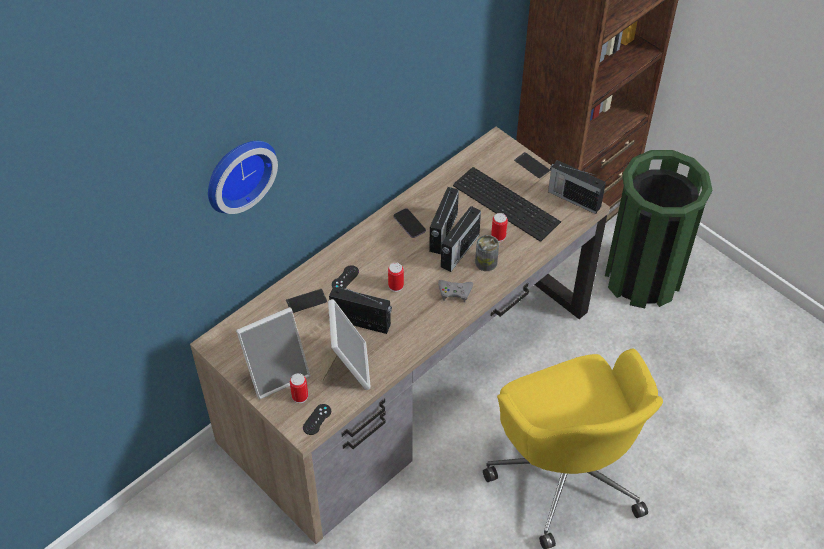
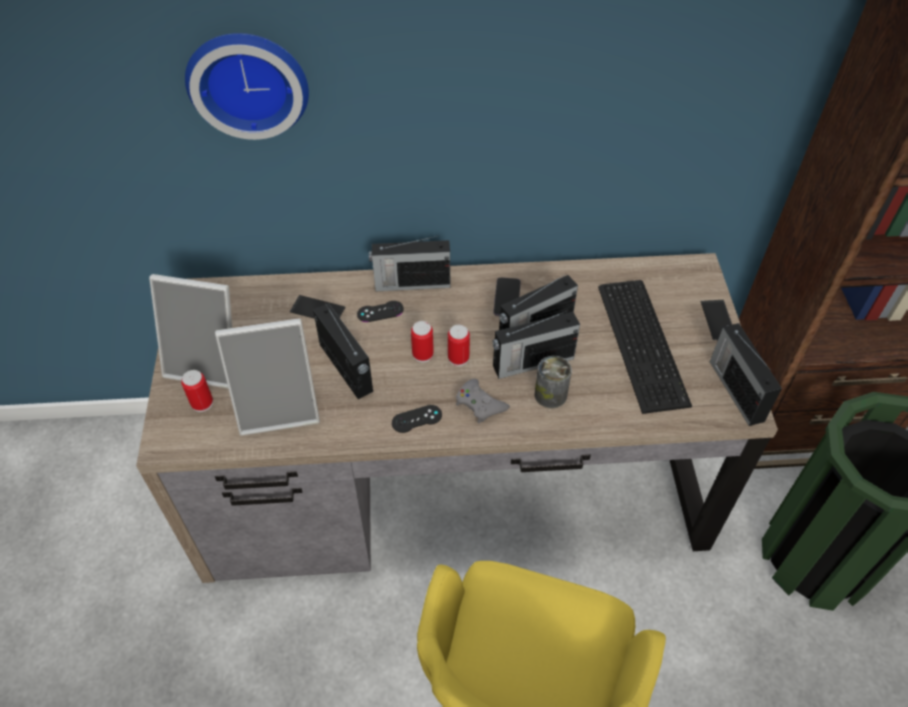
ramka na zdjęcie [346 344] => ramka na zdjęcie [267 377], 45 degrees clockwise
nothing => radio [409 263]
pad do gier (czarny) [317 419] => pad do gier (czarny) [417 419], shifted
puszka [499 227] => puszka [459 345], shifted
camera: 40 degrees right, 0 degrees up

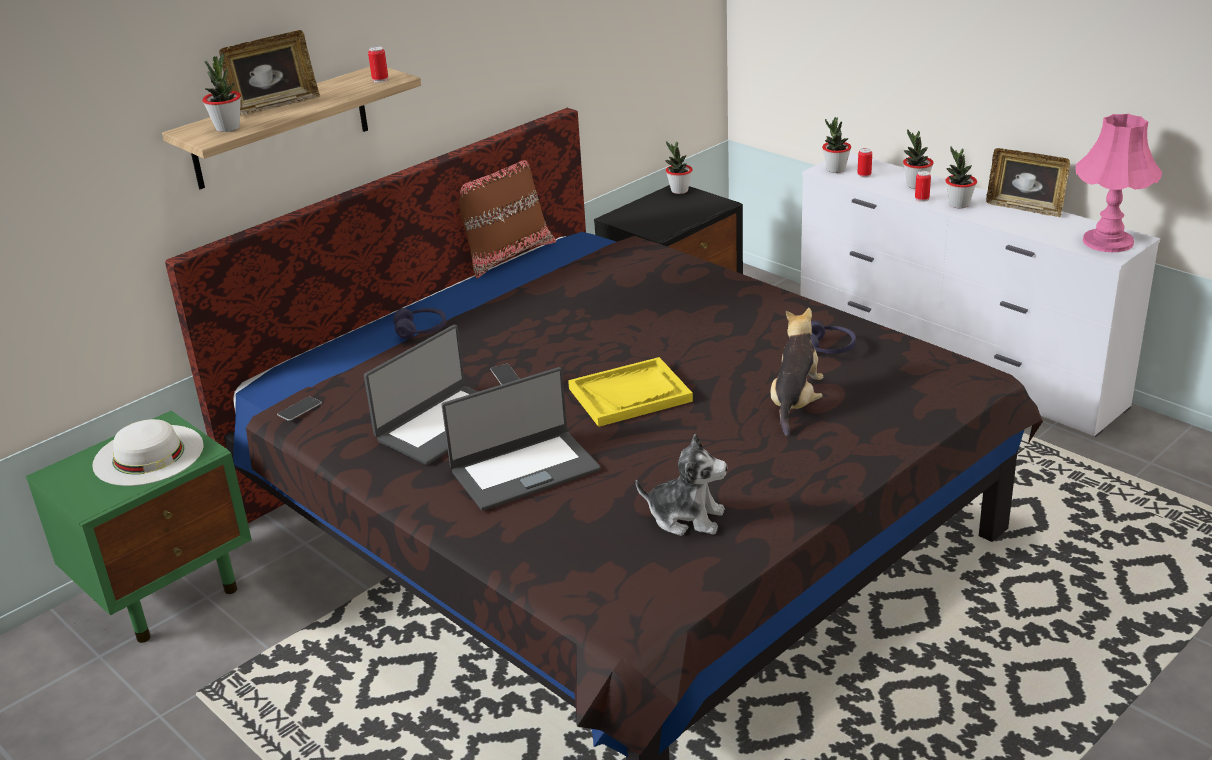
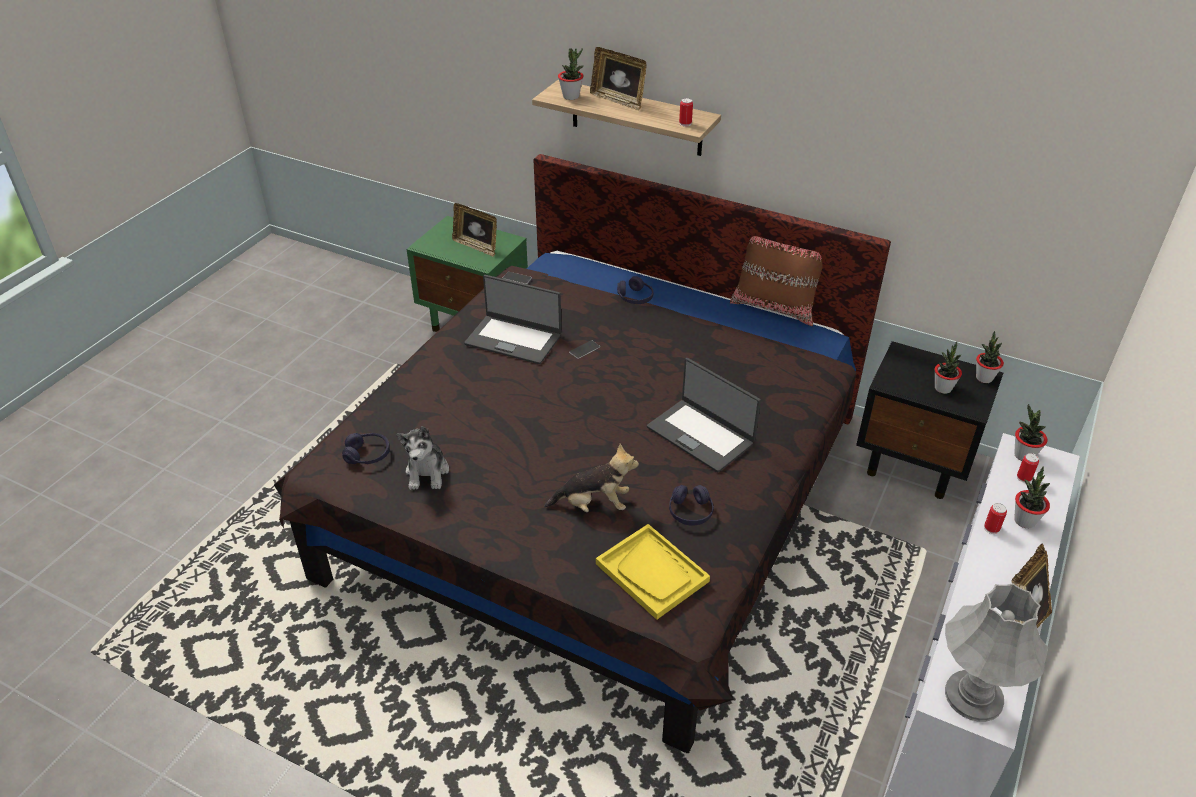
nothing => słuchawki (fioletowy) [366 448]
kapelusz (biały) [148 452] => ramka na zdjęcie [474 230]
taca (żółty) [630 392] => taca (żółty) [653 572], shifted
laptop [521 439] => laptop [704 415], shifted
roślina doniczkowa [961 178] => roślina doniczkowa [948 368], shifted
lampa stołowa (różowy) [1119 183] => lampa stołowa (szary) [996 652]
camera: 70 degrees right, 10 degrees up

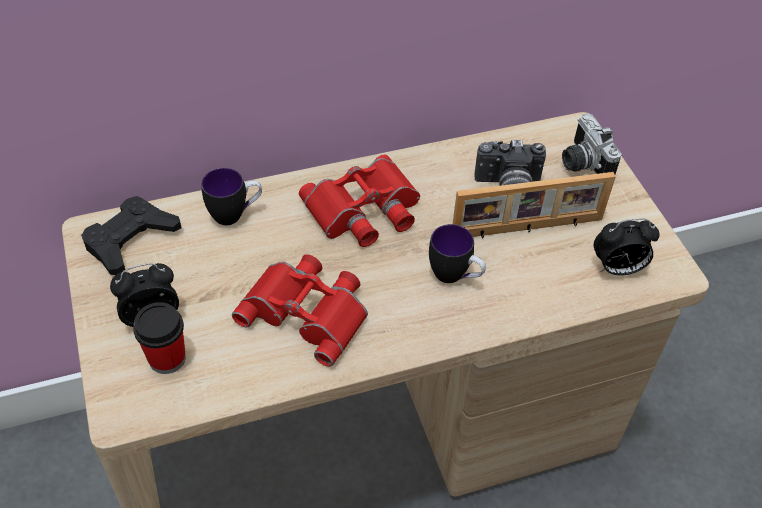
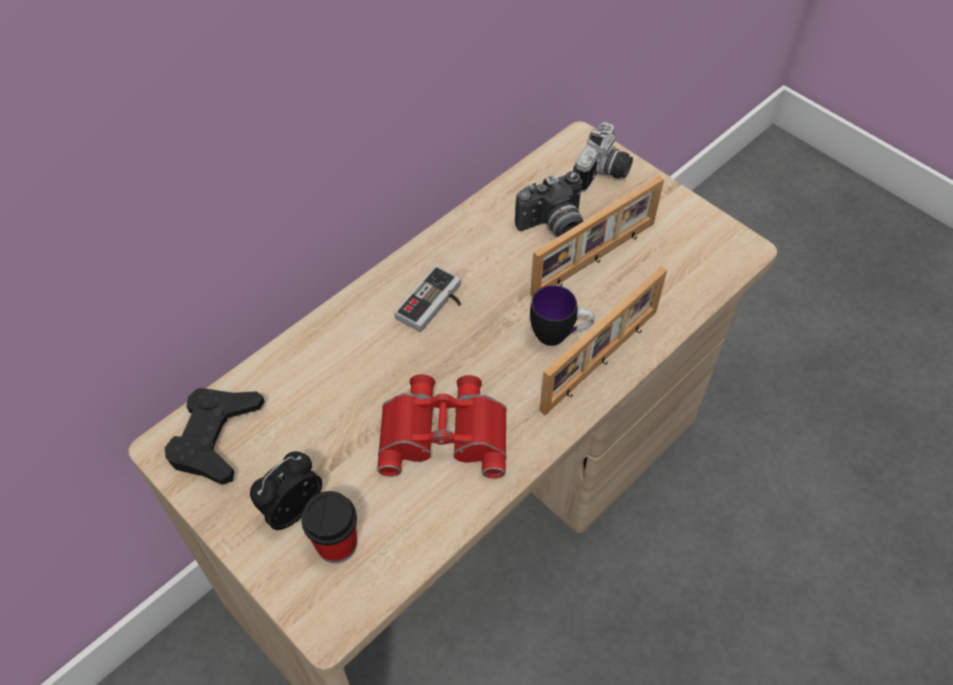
lornetka (czerwony) [359 201] => pad do gier [427 298]
nothing => ramka na zdjęcie [603 340]
aparat fotograficzny [592 144] => aparat fotograficzny [603 157], 105 degrees counterclockwise
kubek [231 196] => nothing
budzik [627 247] => nothing
camera: 25 degrees left, 5 degrees up

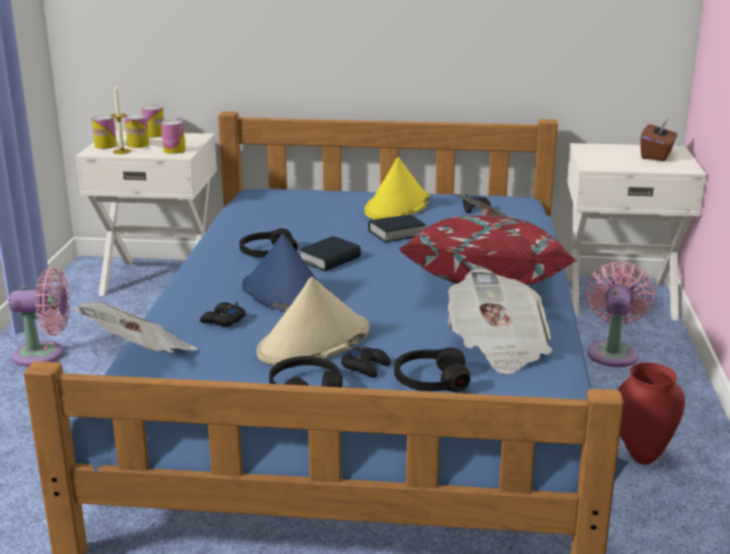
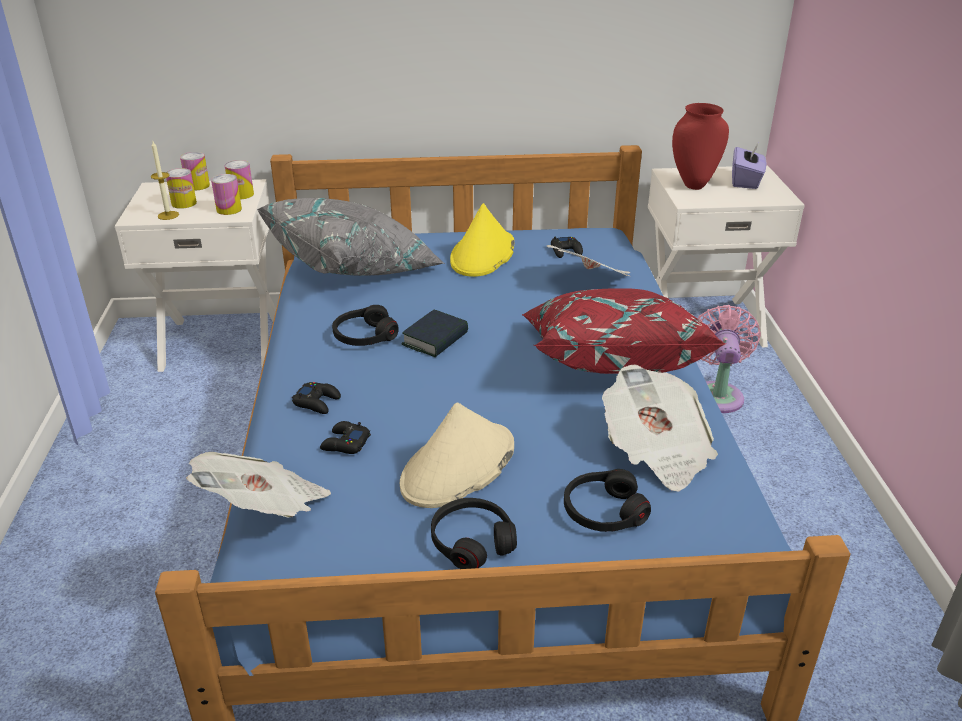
puszka [104 132] => puszka [239 179], shifted
nothing => poduszka (szary) [351 237]
pad do gier (czarny) [366 362] => pad do gier (czarny) [316 398], shifted
wazon (czerwony) [651 413] => wazon (czerwony) [700 146], shifted
pudełko chusteczek (brązowy) [659 139] => pudełko chusteczek (fioletowy) [749 166]
wentylator (różowy) [39 317] => nothing
kapelusz (niebieski) [284 273] => nothing
książka [397 228] => nothing
camera: 10 degrees left, 10 degrees up

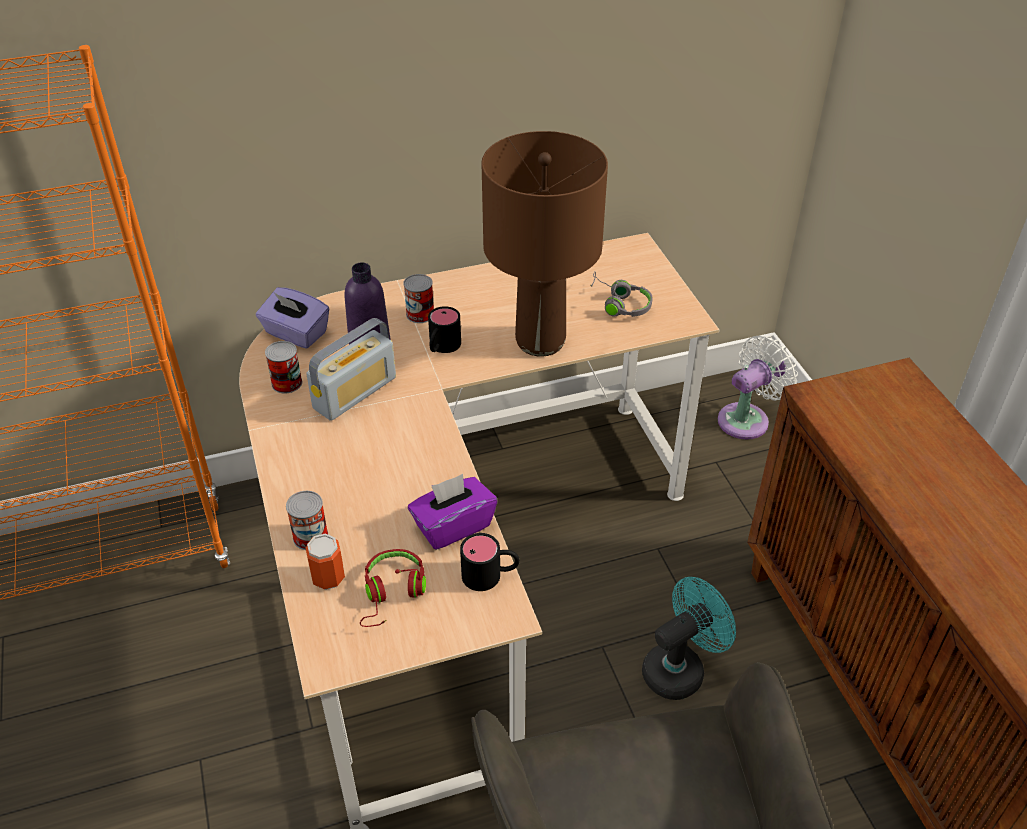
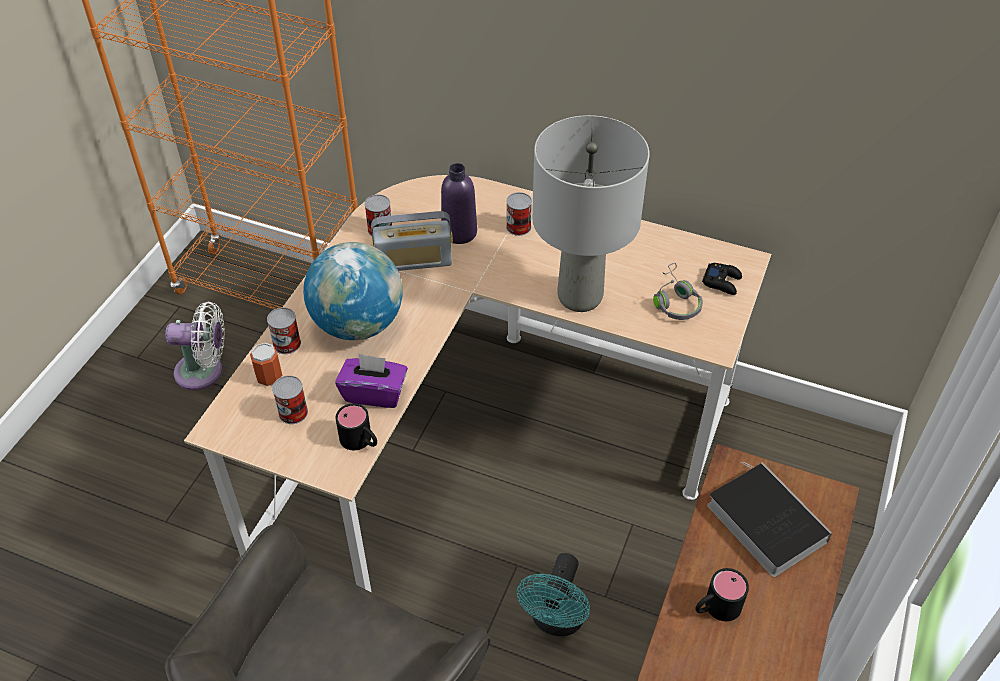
wentylator (biały) [758 387] => wentylator (biały) [195 346], shifted
słuchawki (czerwony) [393 588] => puszka [290 399]
nothing => globus [353 291]
wentylator (turkusowy) [689 638] => wentylator (turkusowy) [553 594], 105 degrees clockwise
lampa stołowa (brązowy) [544 244] => lampa stołowa (szary) [591 213]
kubek (czarny) [444 329] => kubek (czarny) [722 594], shifted
nothing => pad do gier (czarny) [722 279]
nothing => książka [769 519]
pudełko chusteczek (fioletowy) [292 318] => nothing
camera: 40 degrees right, 5 degrees up

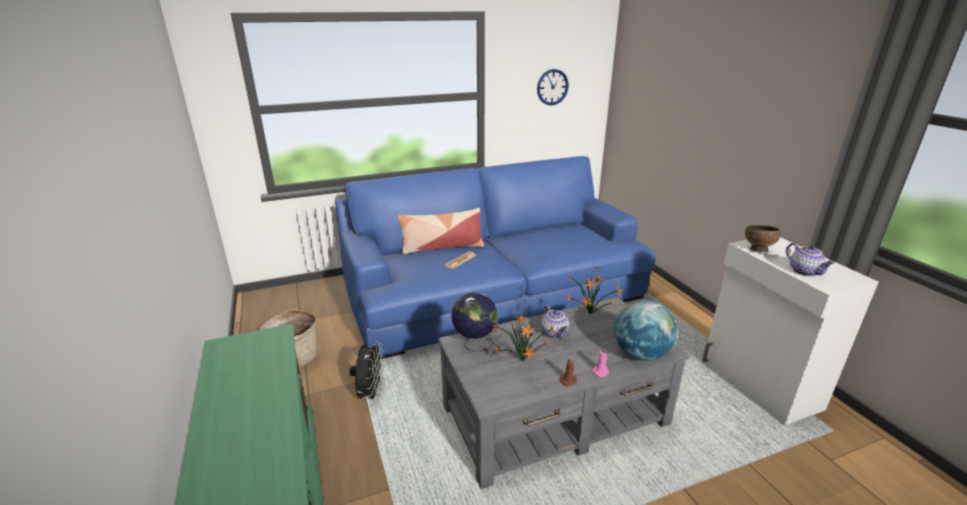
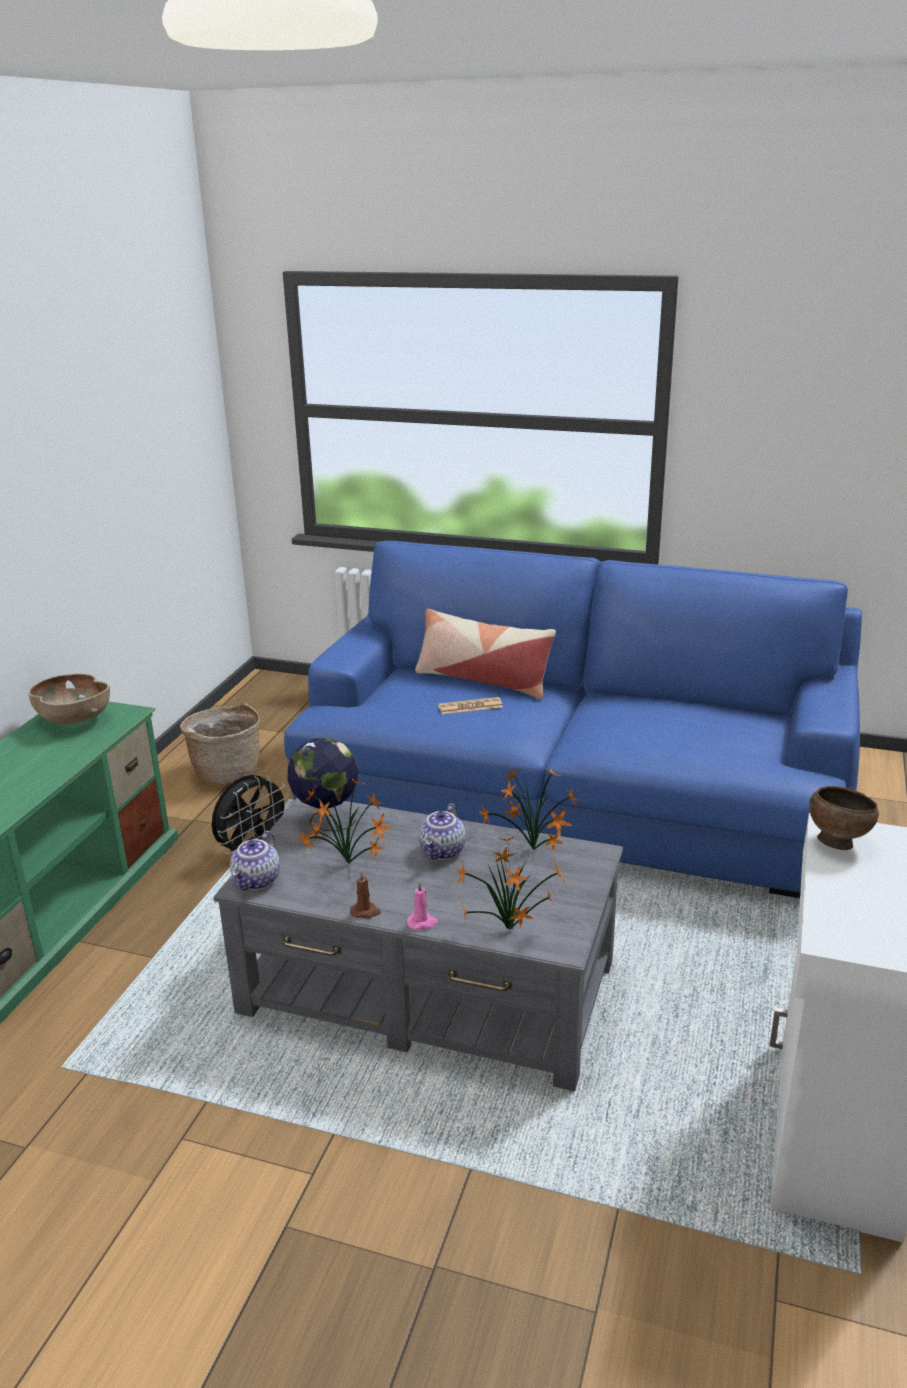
nothing => miska (brązowy) [69 699]
imbryk [810 259] => imbryk [255 860], shifted
globus [645 330] => roślina doniczkowa [512 883]
zegar ścienny [553 87] => nothing
camera: 40 degrees right, 0 degrees up

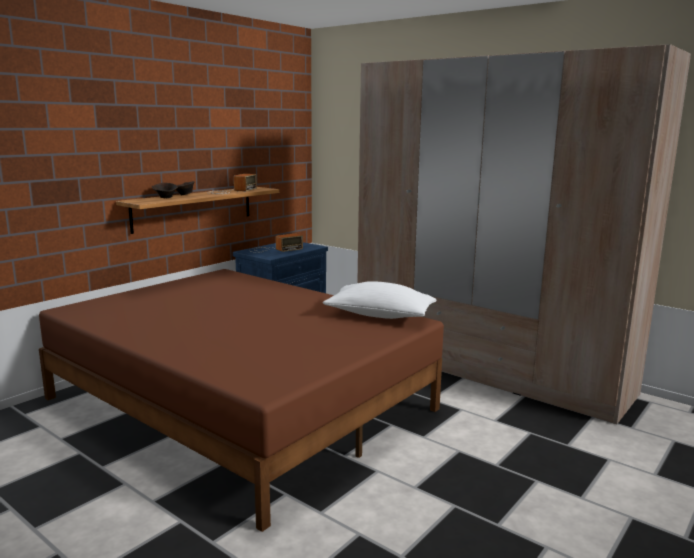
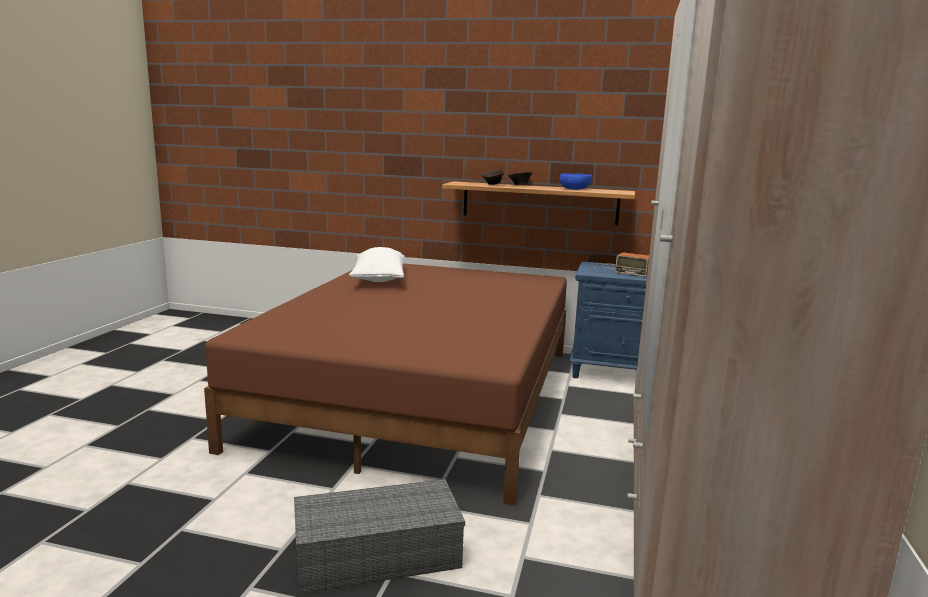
nothing => pojemnik do przechowywania (szary) [379 536]
poduszka (biały) [380 300] => poduszka (biały) [377 264], shifted
radio [232 184] => miska (niebieski) [575 181]
camera: 65 degrees right, 0 degrees up

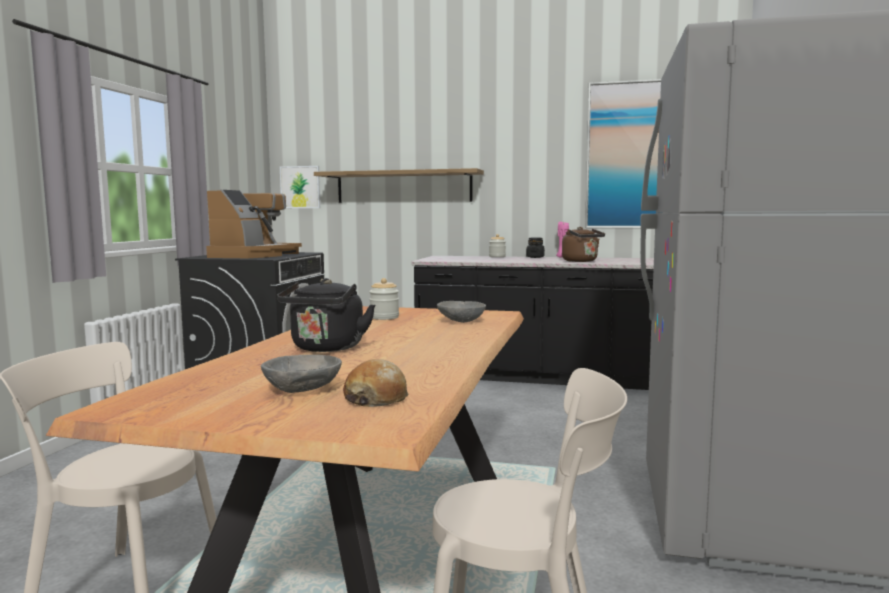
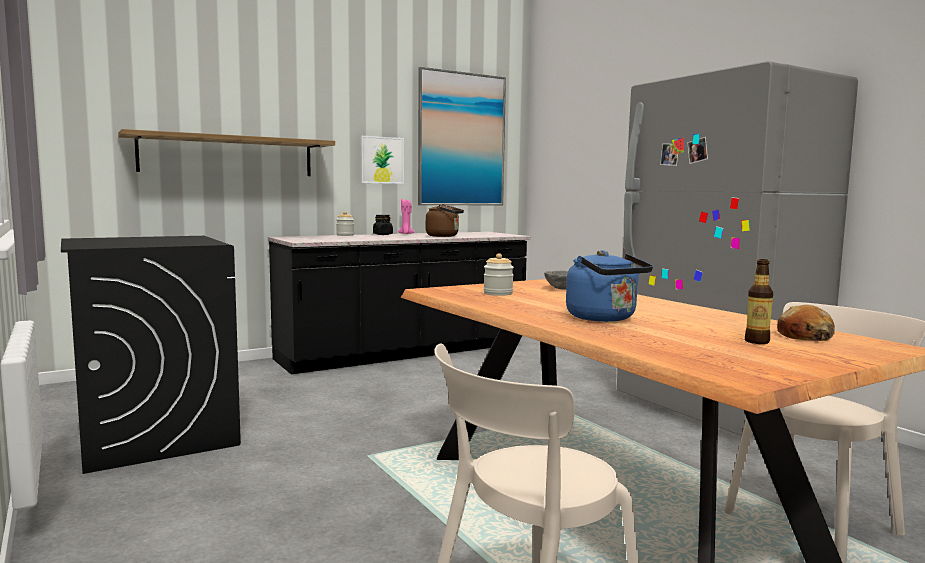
obraz [300 187] => obraz [382 160], shifted
czajnik (czarny) [326 315] => czajnik (niebieski) [609 286]
miska (szary) [301 374] => butelka [759 301]
ekspres do kawy [254 224] => nothing
camera: 45 degrees left, 0 degrees up

